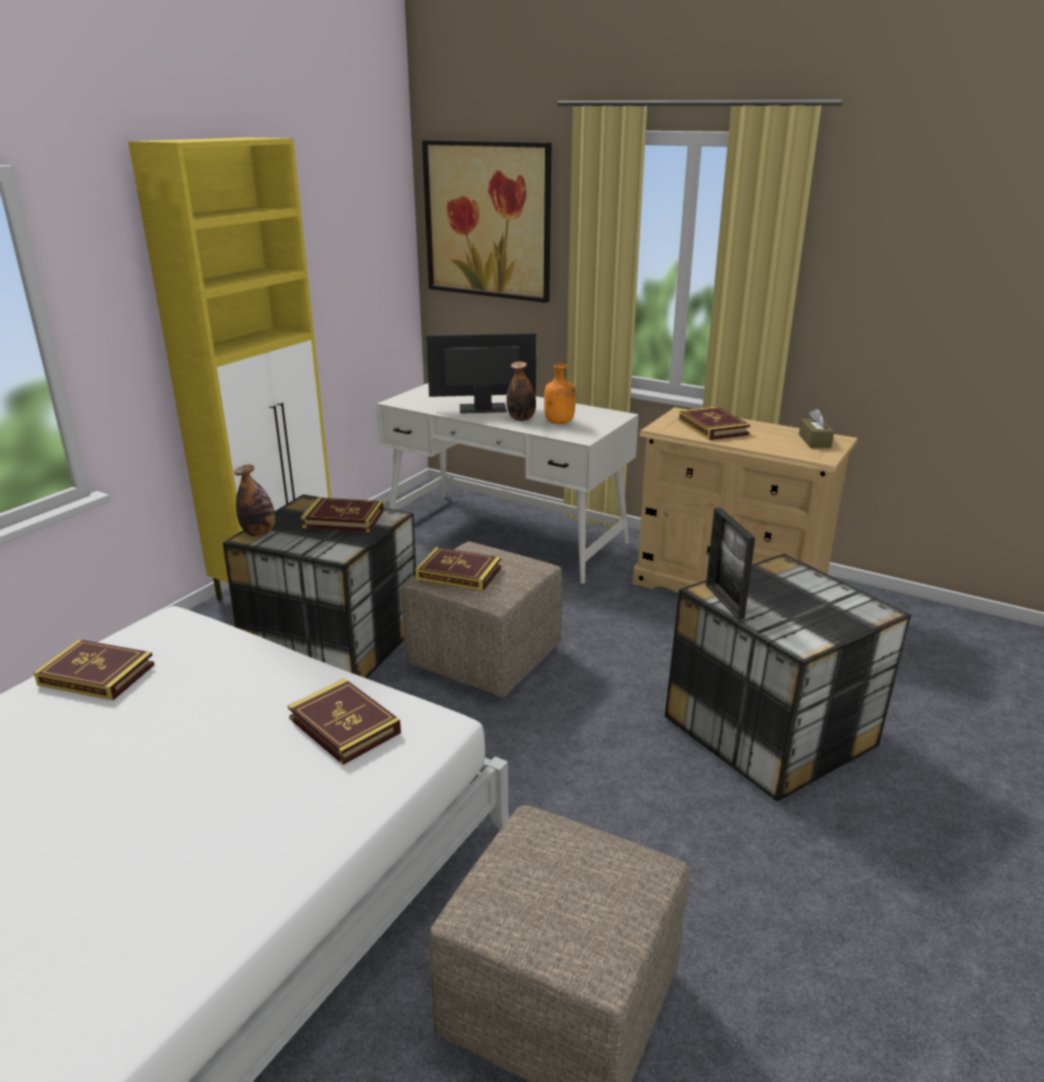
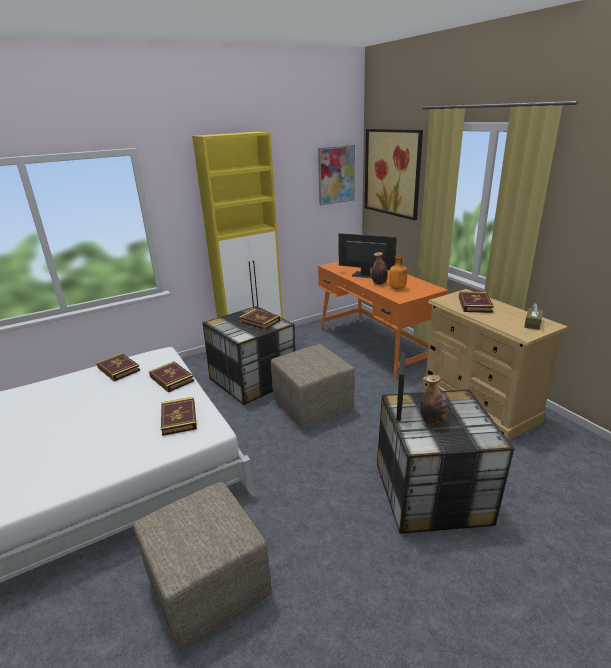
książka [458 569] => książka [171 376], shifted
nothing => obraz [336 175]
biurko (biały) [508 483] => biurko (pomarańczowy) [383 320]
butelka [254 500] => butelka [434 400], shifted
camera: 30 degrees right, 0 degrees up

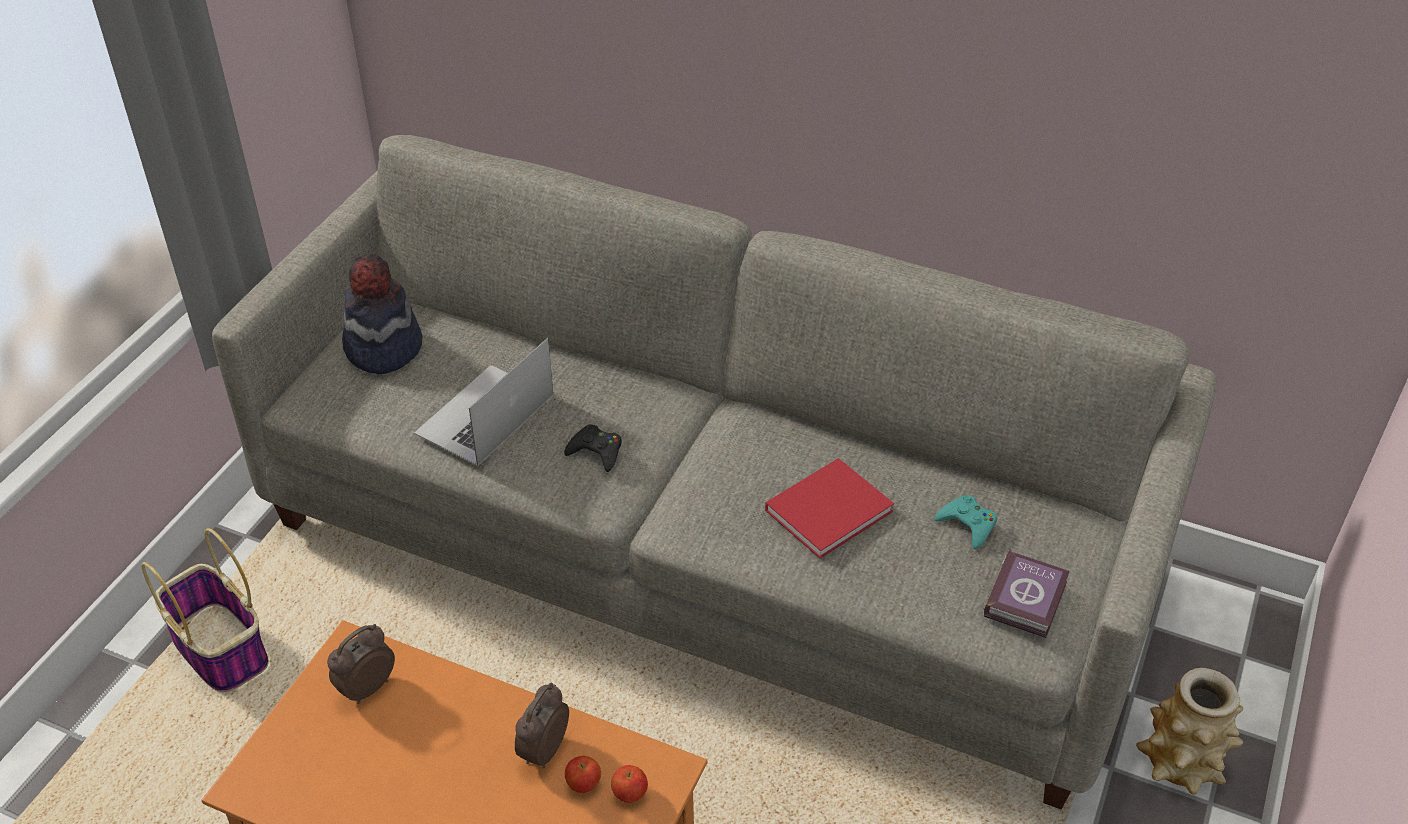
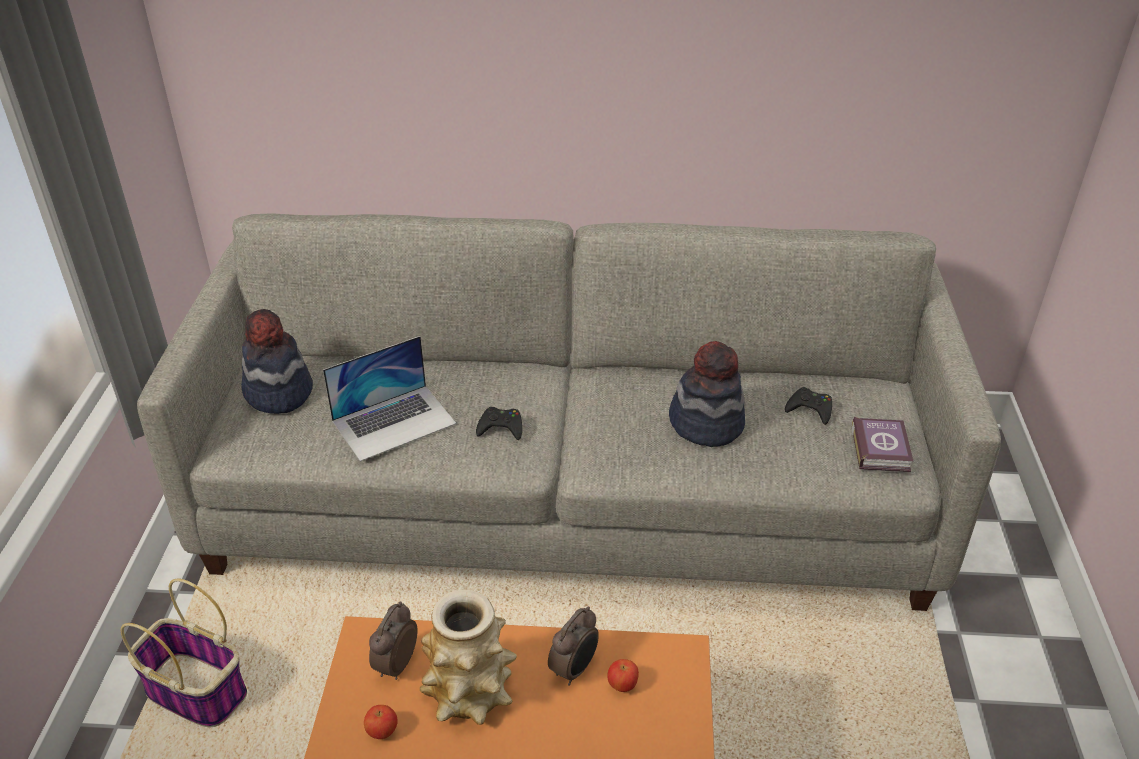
laptop [483 402] => laptop [390 399], 135 degrees counterclockwise
jabłko [629 784] => jabłko [381 722], shifted
wazon [1189 731] => wazon [468 657], shifted
budzik [542 725] => budzik [573 646], 150 degrees counterclockwise
książka (czerwony) [829 508] => kapelusz [707 394]
pad do gier (turkusowy) [966 522] => pad do gier (czarny) [808 406]
camera: 20 degrees left, 5 degrees down

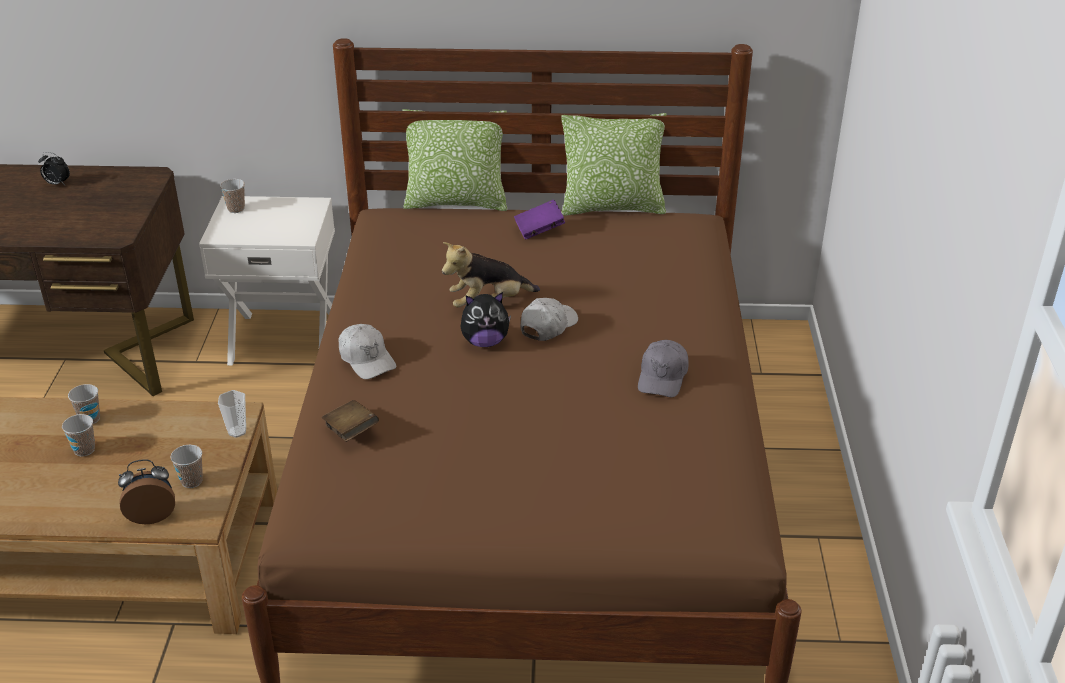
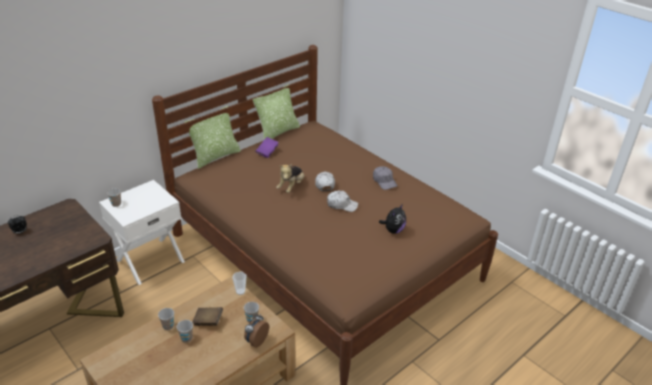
książka (brązowy) [350 421] => książka (brązowy) [207 316], shifted
czapka z daszkiem (biały) [367 351] => czapka z daszkiem (biały) [342 201], shifted
pluszak [485 319] => pluszak [392 219], shifted
camera: 45 degrees left, 0 degrees up

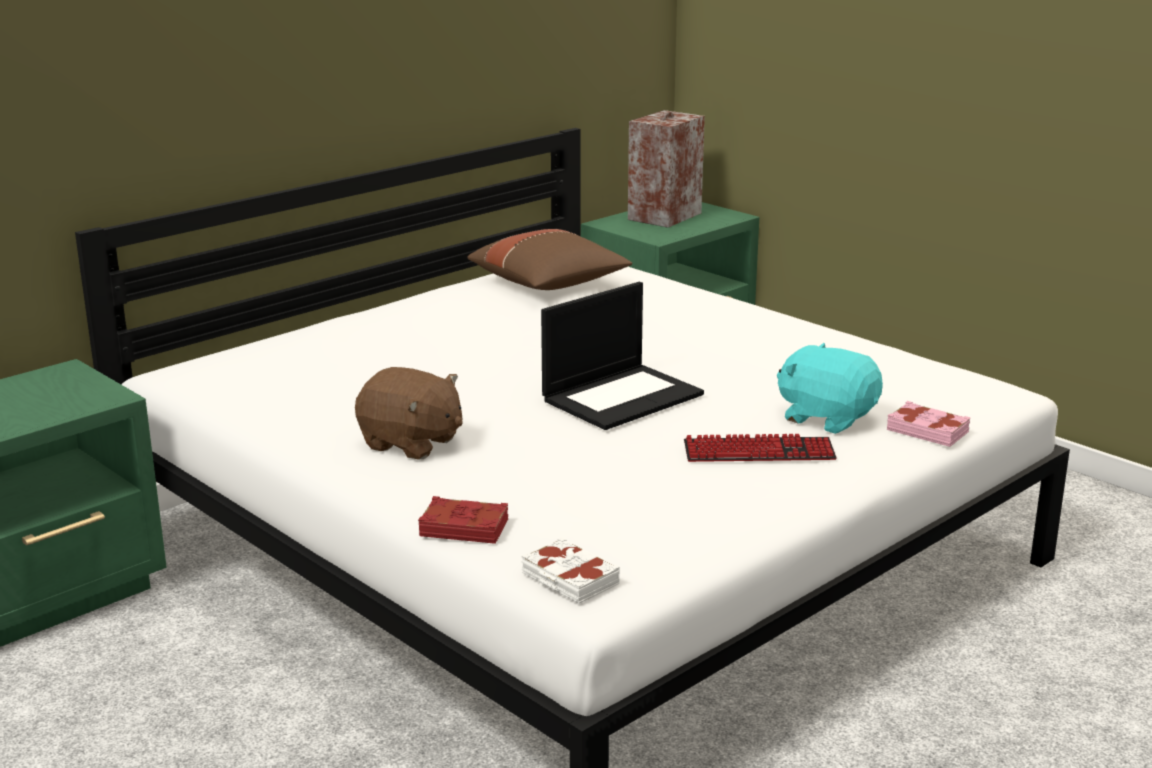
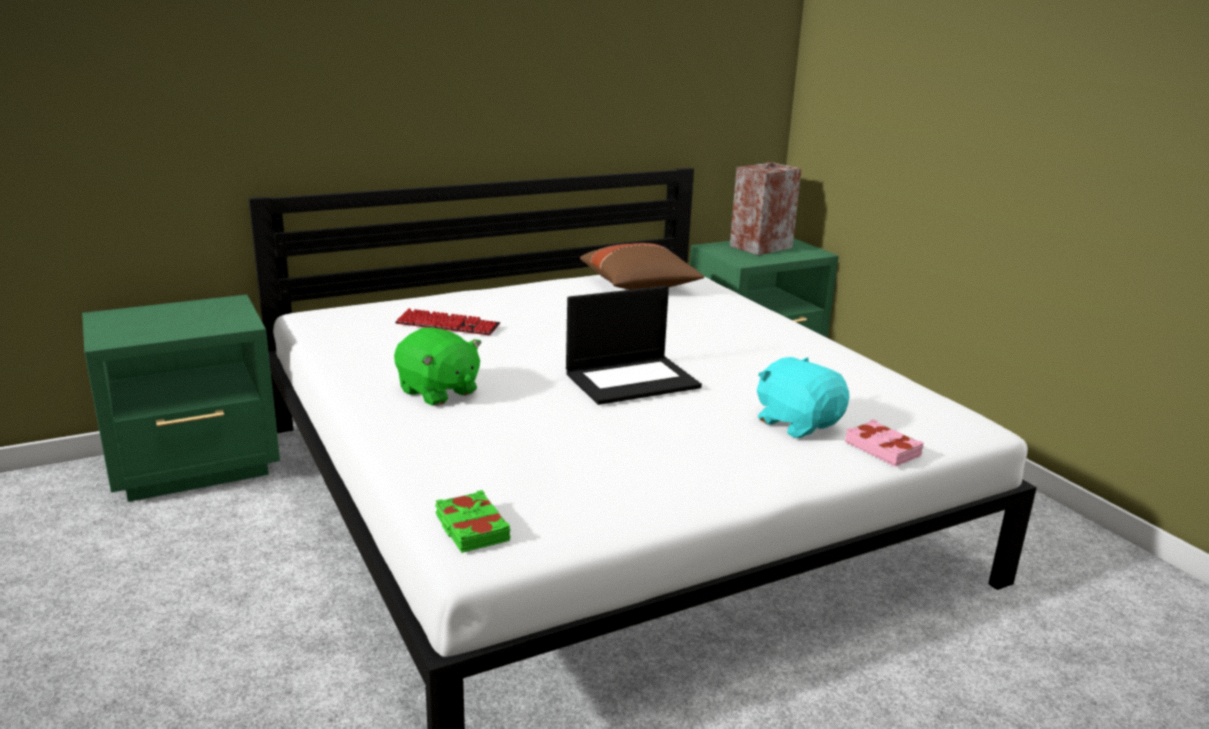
pluszak (brązowy) [409 413] => pluszak (zielony) [438 366]
klawiatura [760 448] => klawiatura [447 321], shifted
książka (biały) [571 570] => książka (zielony) [473 521]
książka (czerwony) [463 520] => nothing
camera: 15 degrees right, 0 degrees up

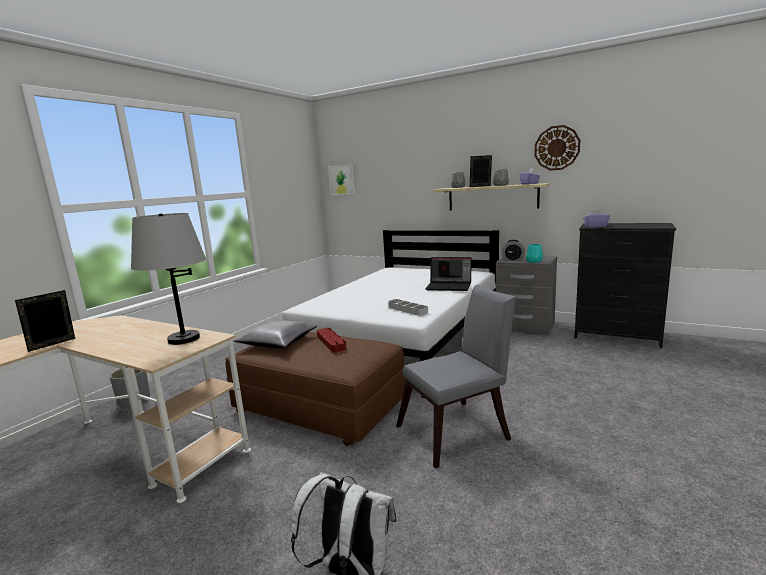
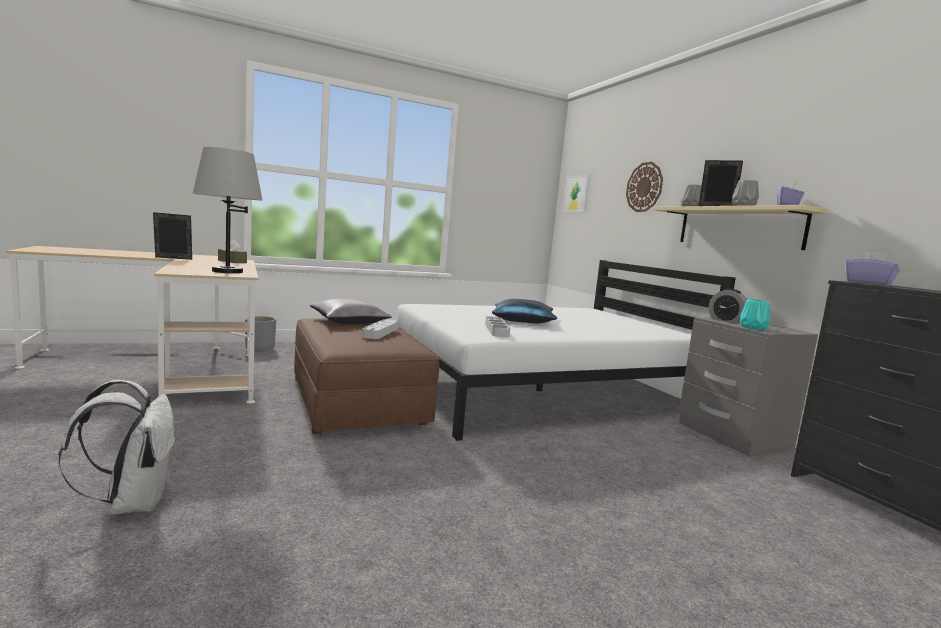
nothing => pudełko chusteczek (brązowy) [232 251]
taca (czerwony) [331 340] => taca (szary) [380 329]
nothing => poduszka (niebieski) [524 311]
zegar ścienny [557 148] => zegar ścienny [644 187], shifted
krzesło (szary) [456 376] => nothing
laptop [448 274] => nothing
camera: 35 degrees right, 5 degrees down

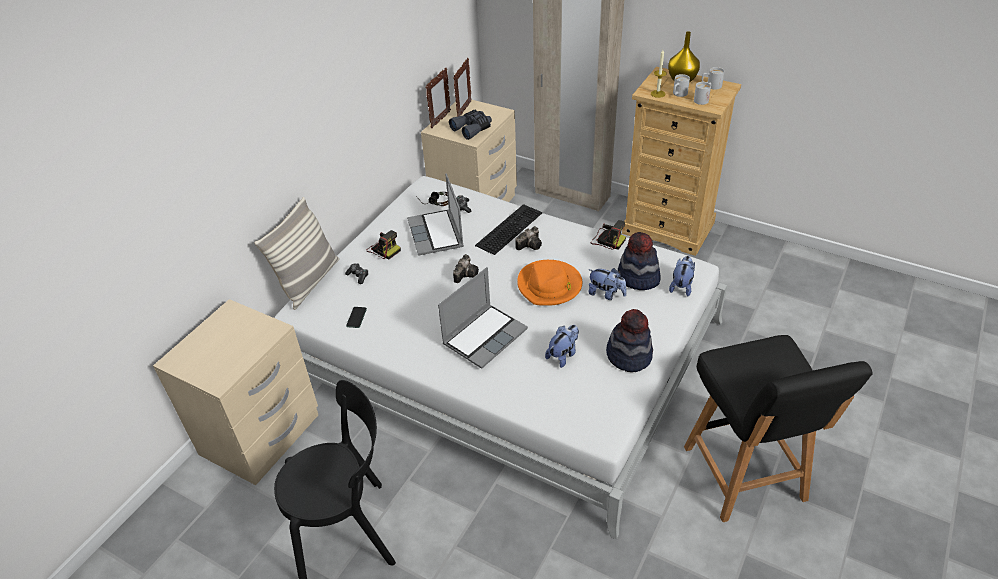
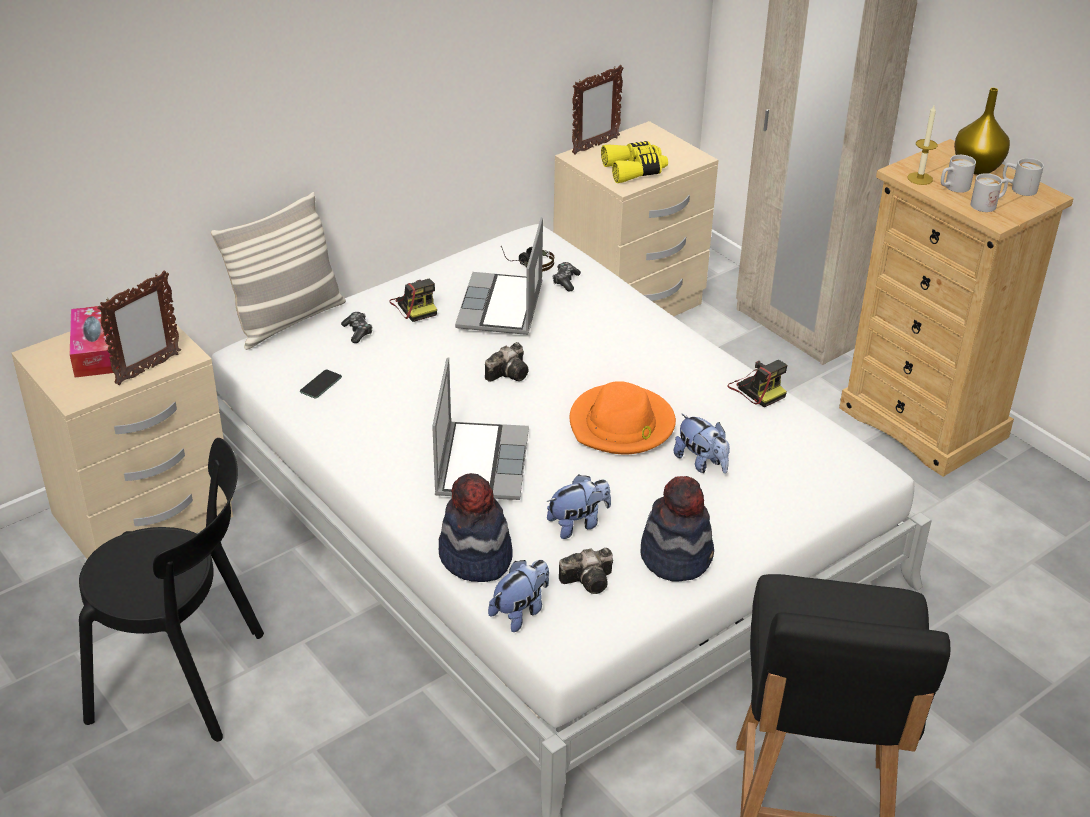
nothing => pudełko chusteczek [94 341]
ramka na zdjęcie [462 87] => ramka na zdjęcie [139 328], shifted
laptop [483 318] => laptop [480 428], 60 degrees counterclockwise
kapelusz [639 261] => kapelusz [476 527], shifted
pluszak [682 276] => pluszak [518 596], shifted
aparat fotograficzny [529 238] => aparat fotograficzny [586 571], shifted
lornetka (szary) [470 125] => lornetka (żółty) [634 162]
klawiatura [508 229] => nothing
camera: 20 degrees right, 5 degrees down

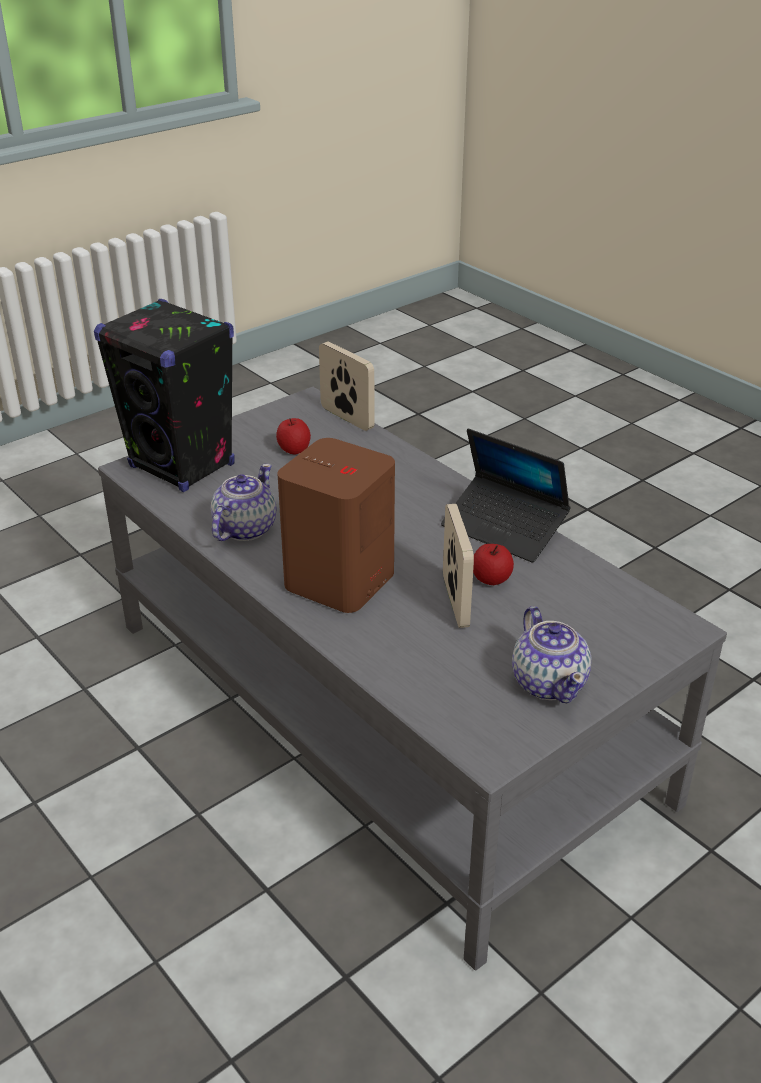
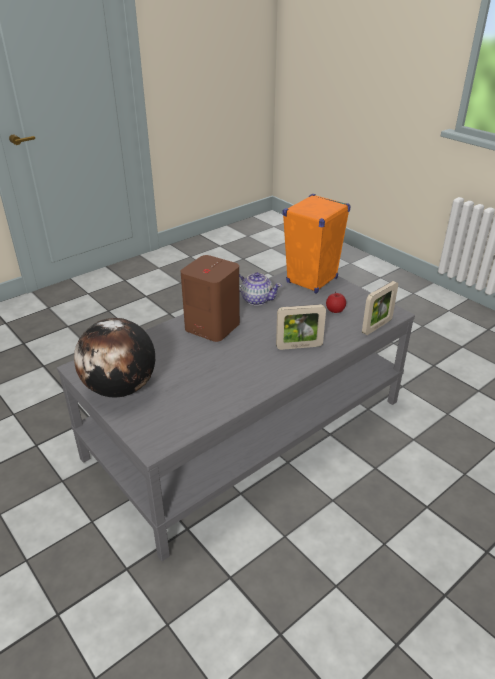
imbryk [551 654] => globus [114 358]
ramka na zdjęcie [458 566] => ramka na zdjęcie [301 327], shifted
głośnik (czarny) [164 395] => głośnik (pomarańczowy) [316 244]
laptop [505 495] => nothing
jabłko [493 564] => nothing
camera: 90 degrees right, 0 degrees up

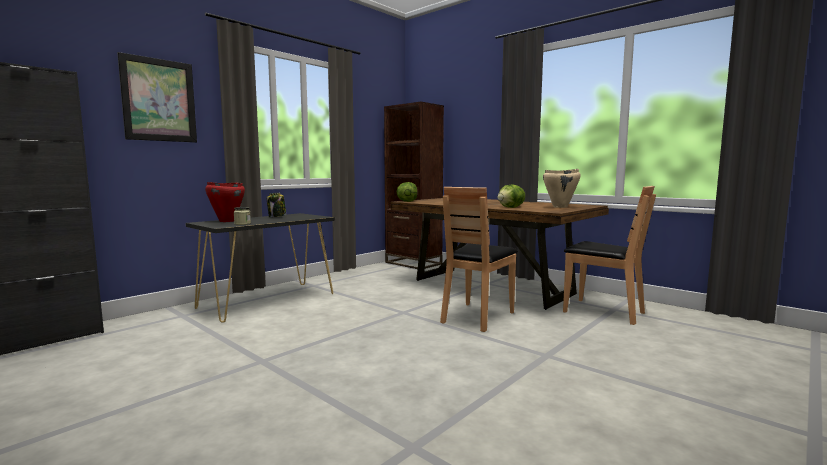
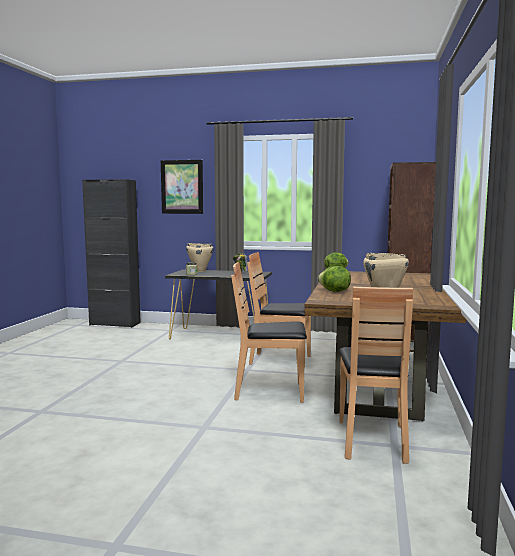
garnek (czerwony) [225 202] => garnek (beżowy) [199 257]
nothing => krzesło (brązowy) [279 310]
camera: 60 degrees right, 0 degrees up

